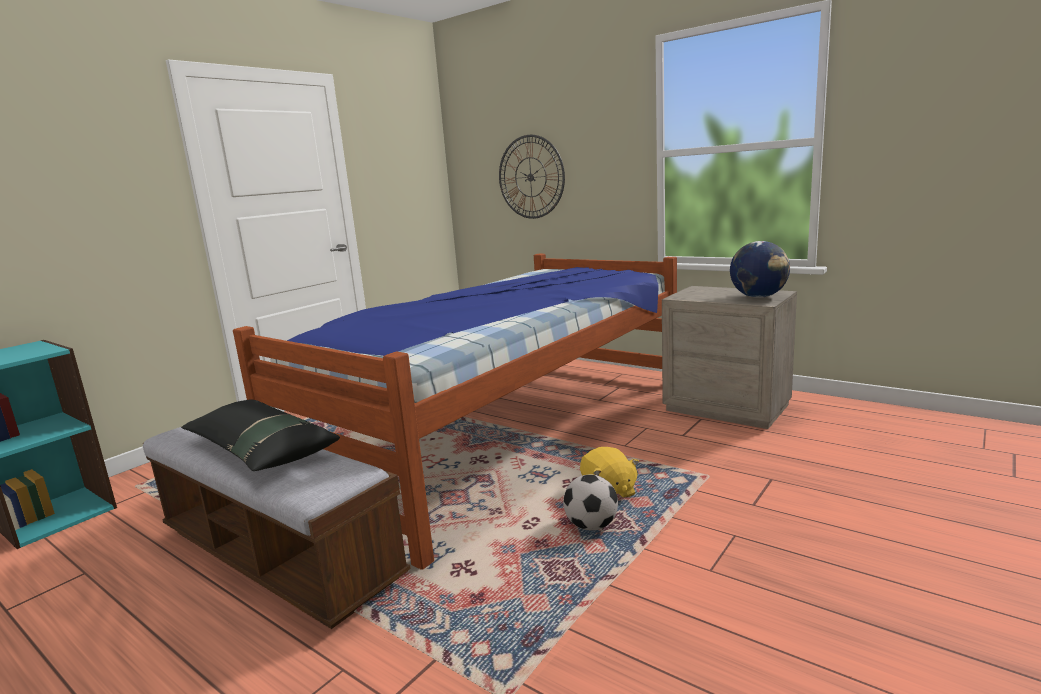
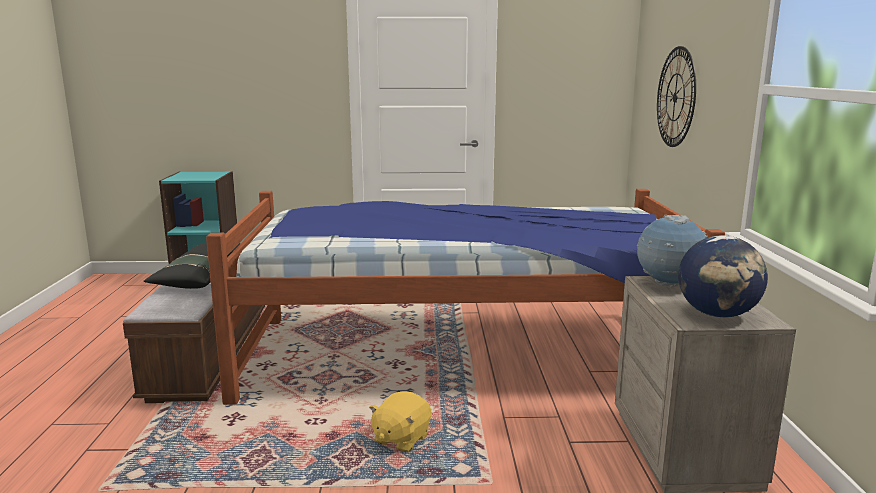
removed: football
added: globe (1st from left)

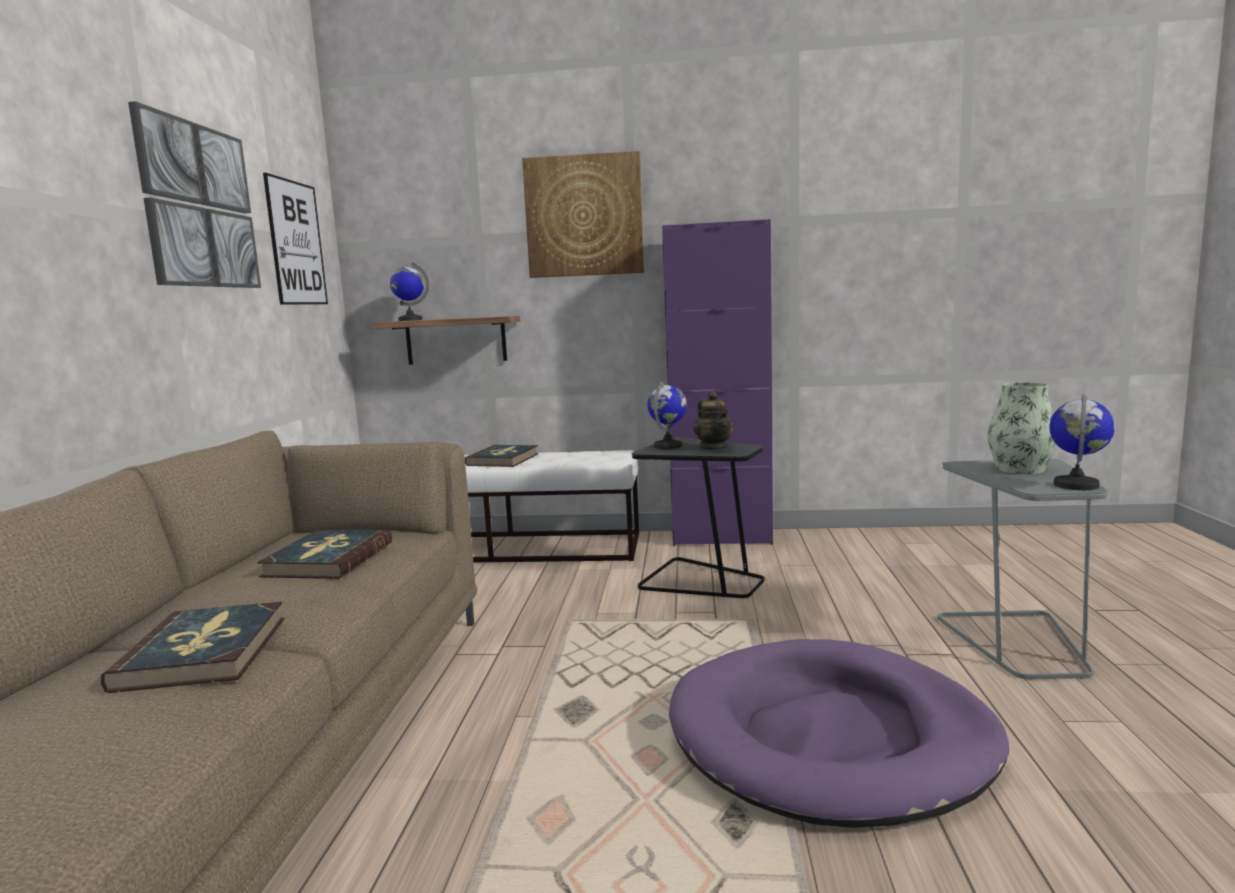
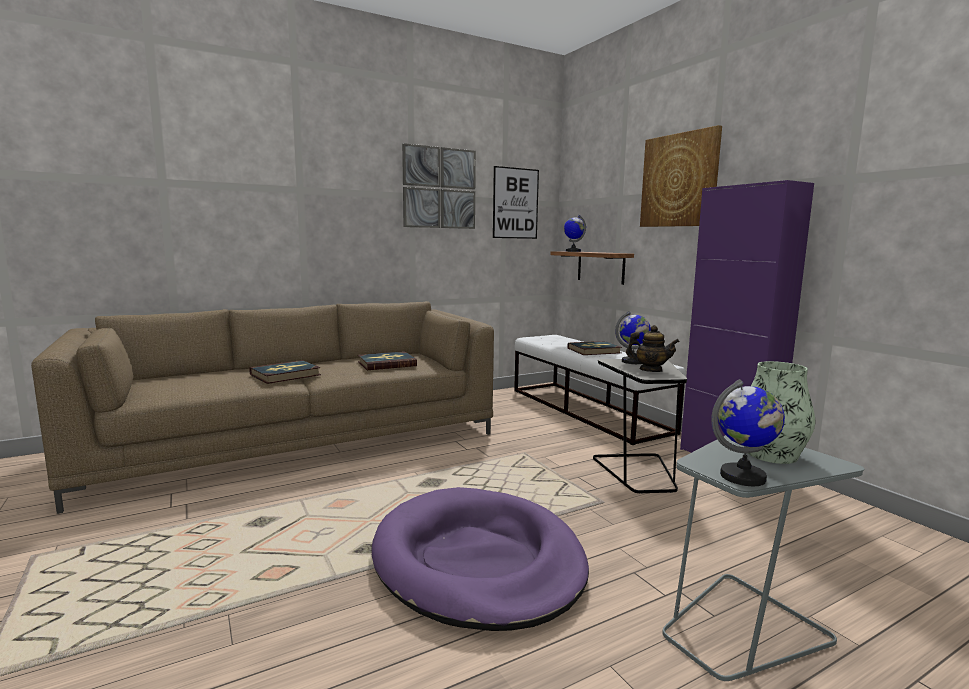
turned: teapot 105 degrees counterclockwise

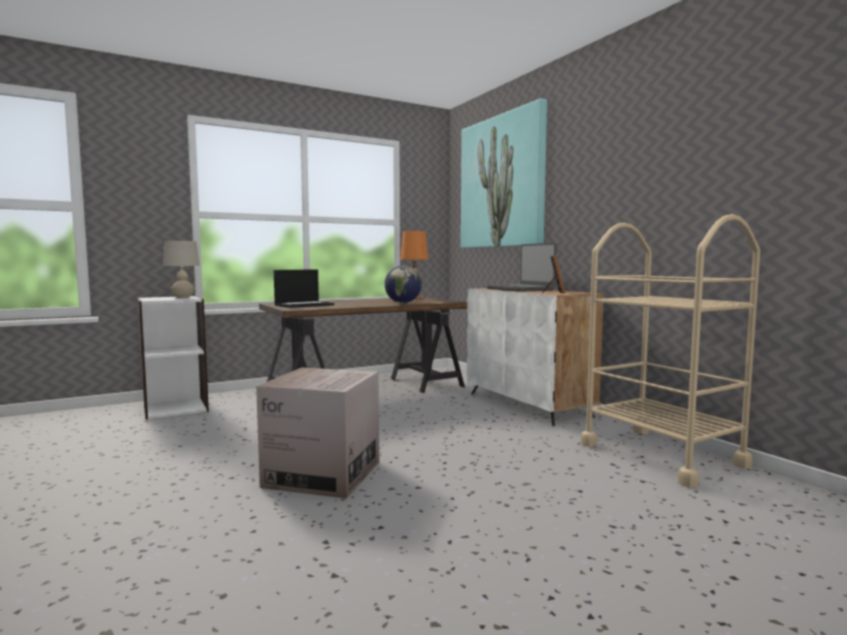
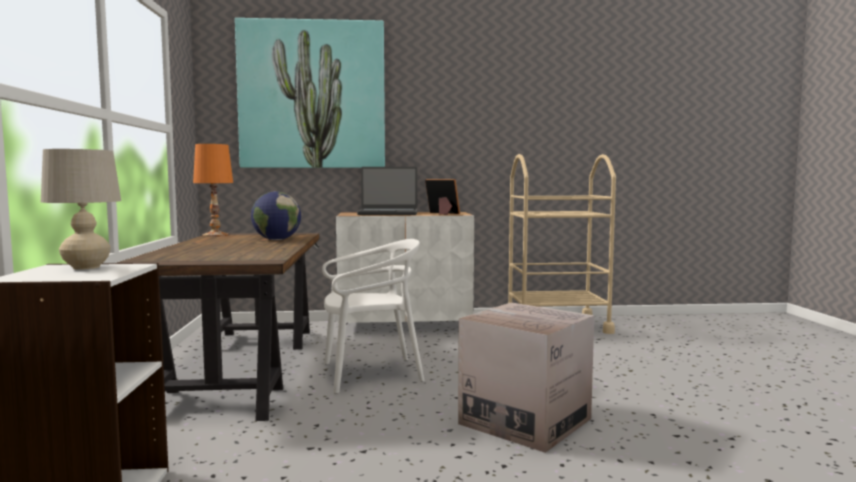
removed: laptop (1st from left)
added: chair (white)

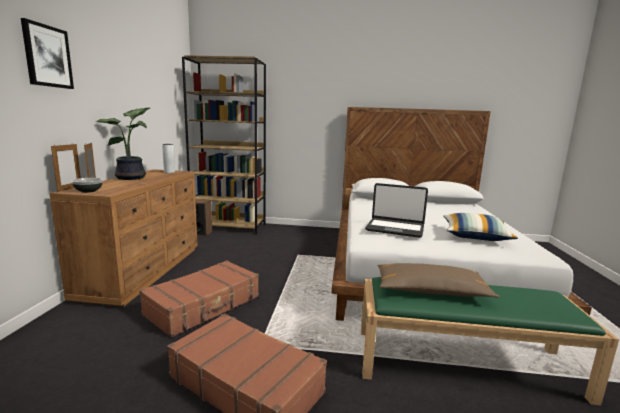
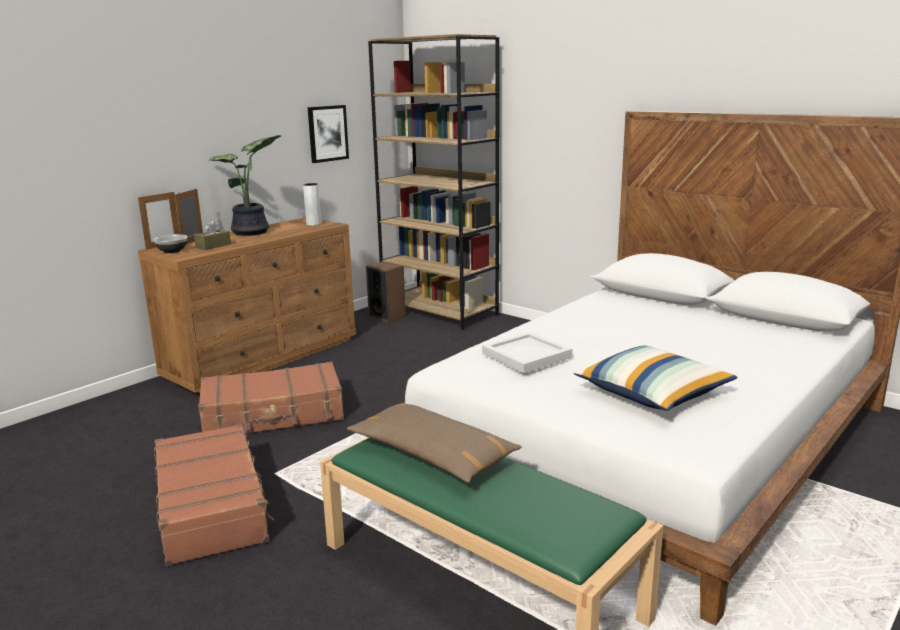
added: tissue box (brown)
moved: picture
replaced: laptop to tray (white)

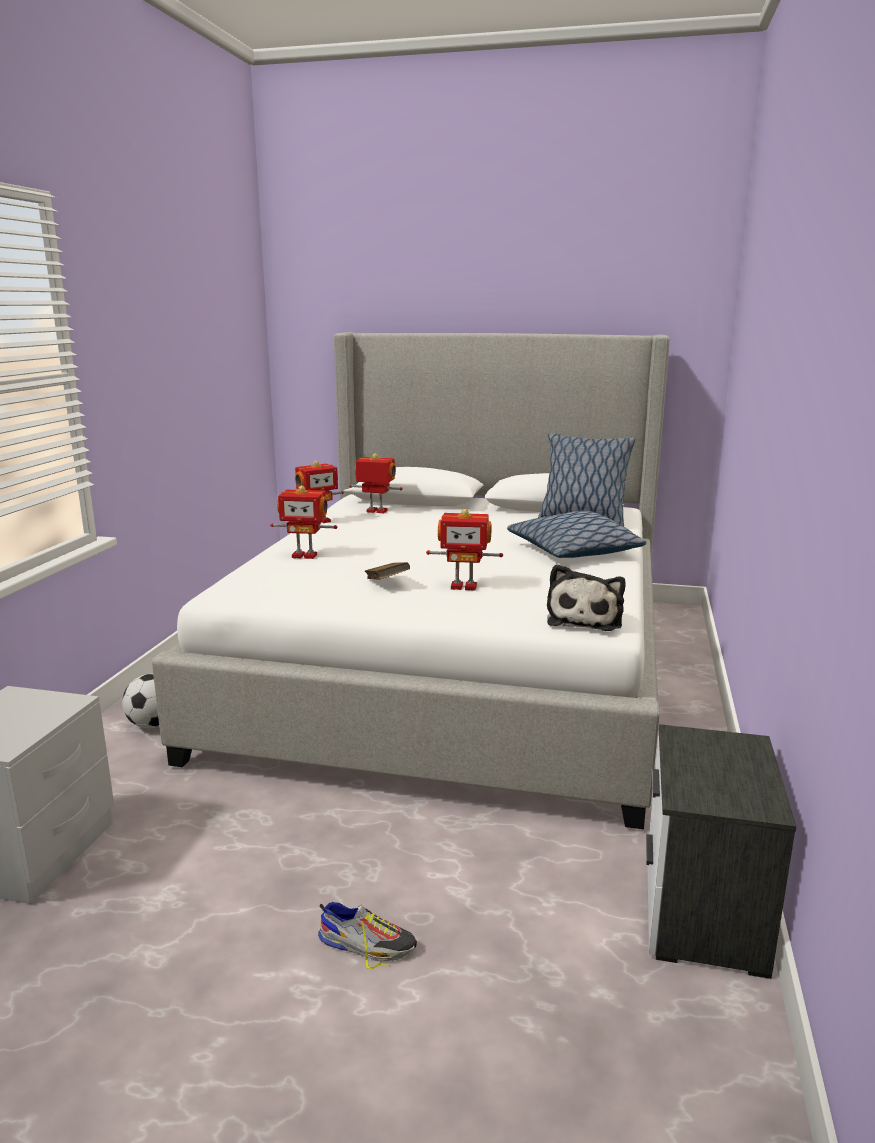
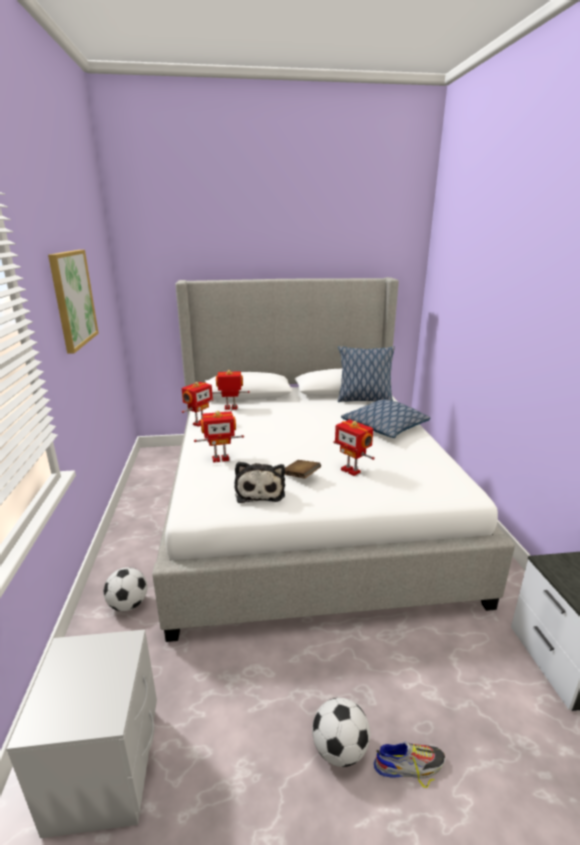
added: picture; football (2nd from left)
moved: plush toy
turned: toy robot (4th from left) 60 degrees clockwise

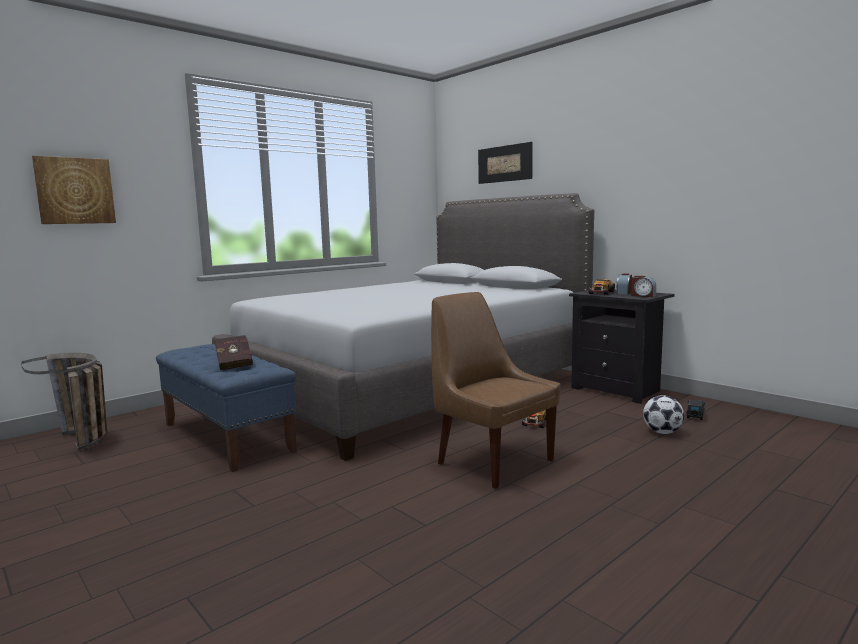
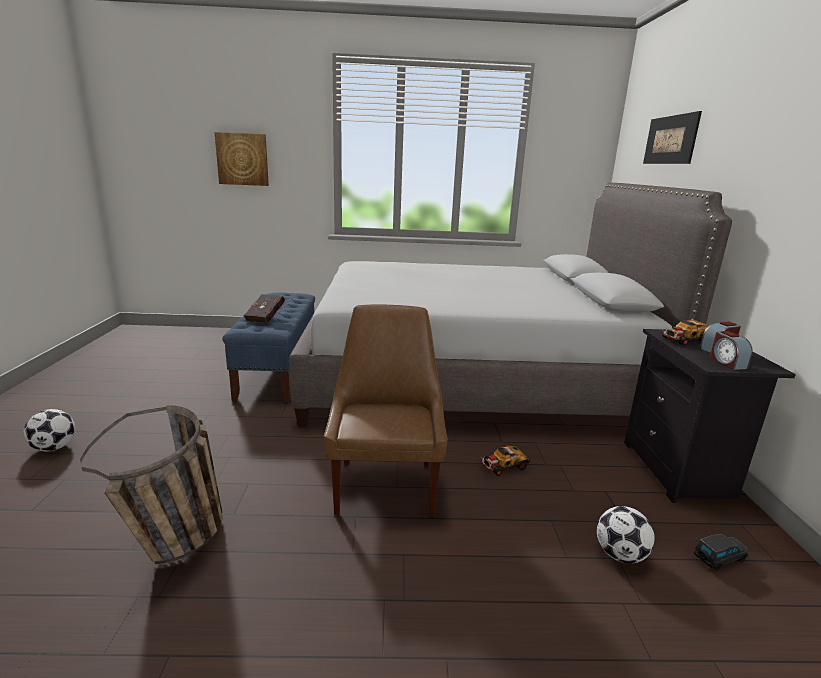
added: football (1st from left)
moved: basket

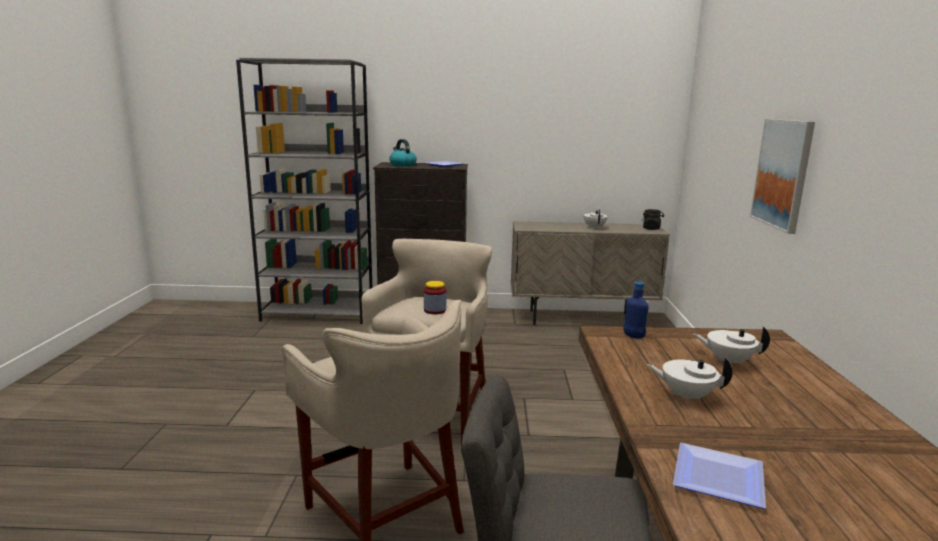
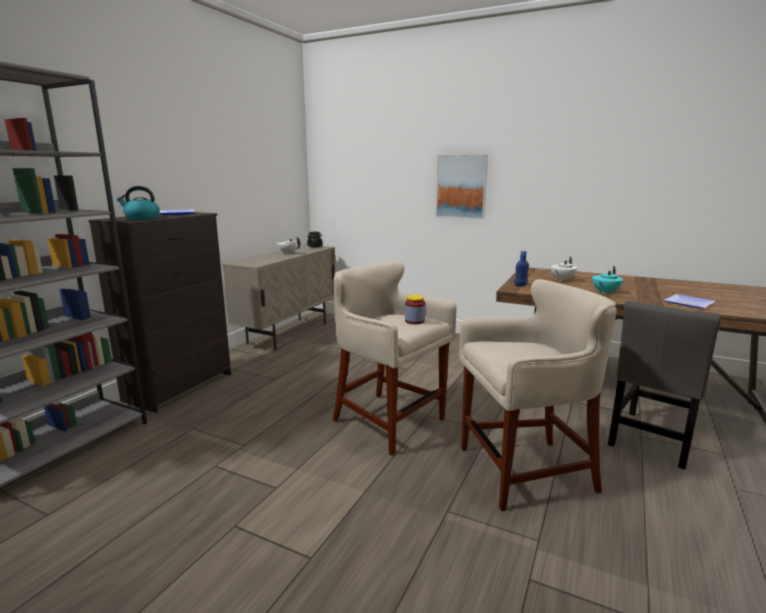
recoloured: teapot (white) (2nd from left) to teapot (turquoise)

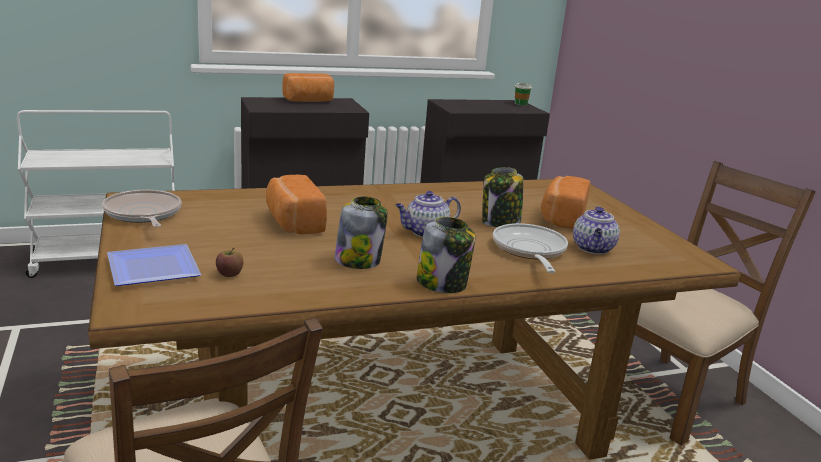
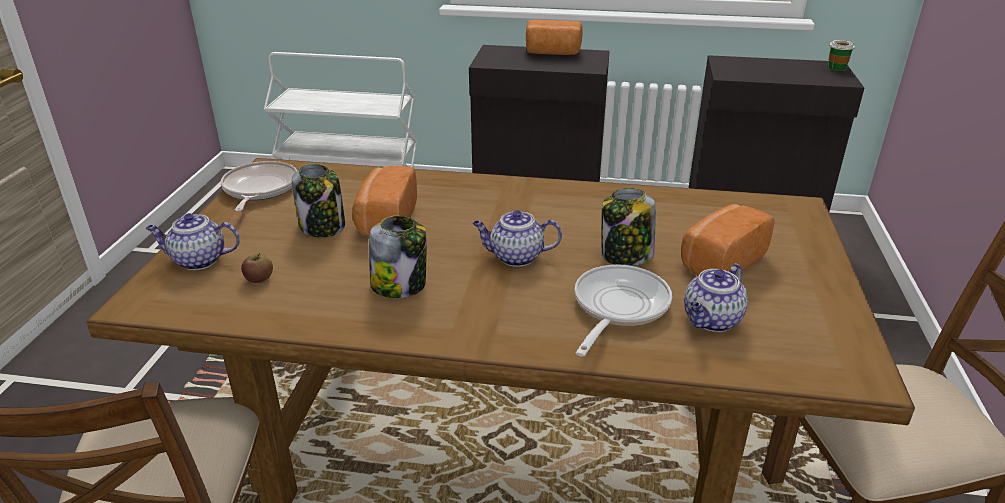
moved: jar (2nd from left in the first image) to jar (1st from left)
replaced: plate to teapot (1st from left)

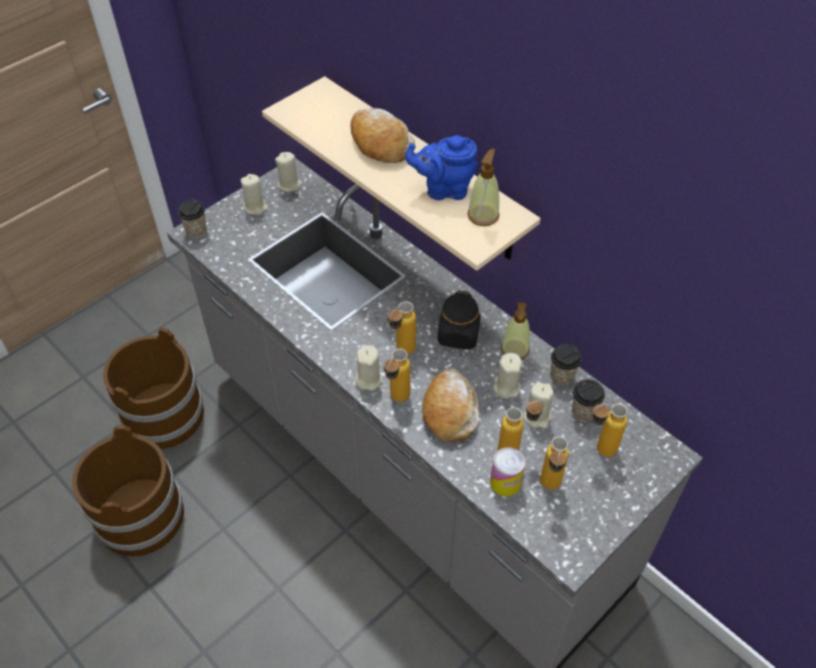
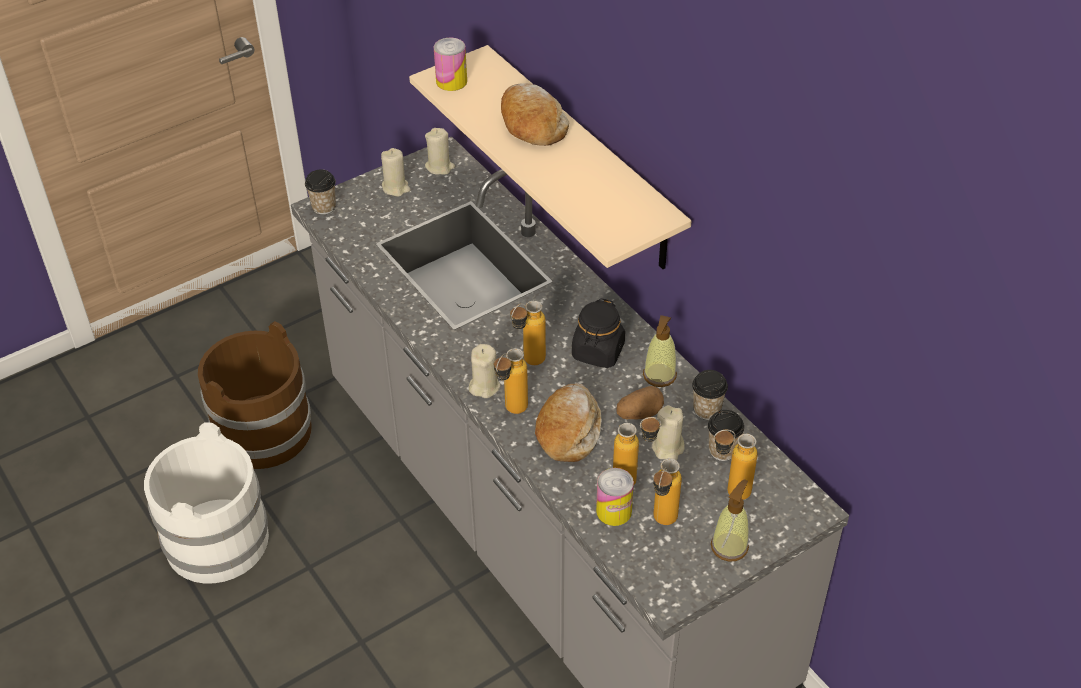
removed: teapot (blue)
added: can (1st from left)
moved: soap dispenser (1st from left in the first image) to soap dispenser (2nd from left)
replaced: candle (beige) (4th from left) to potato
recoloured: bucket (brown) (1st from left) to bucket (white)

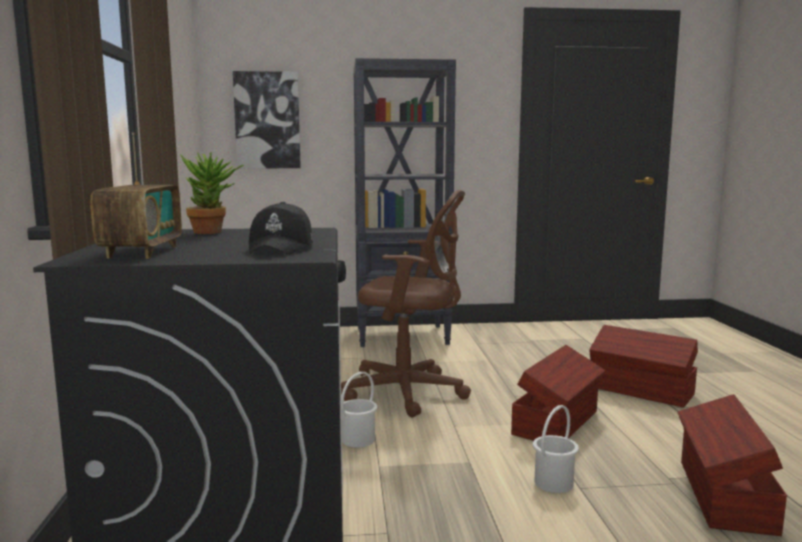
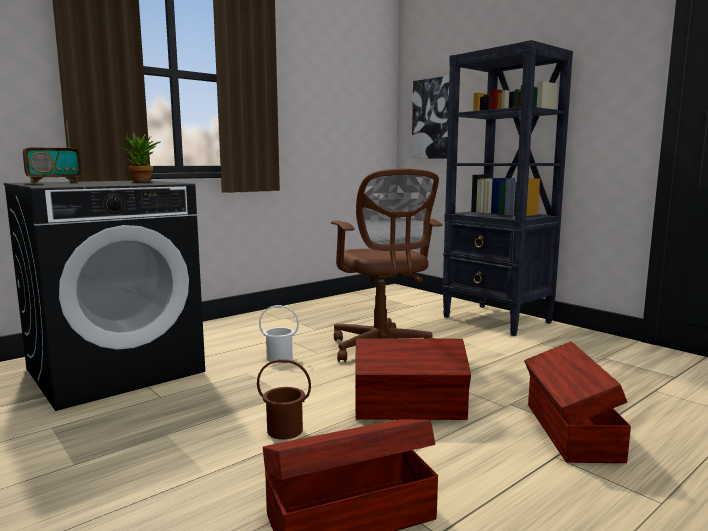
removed: cap (black)
recoloured: bucket (white) (2nd from left) to bucket (brown)

